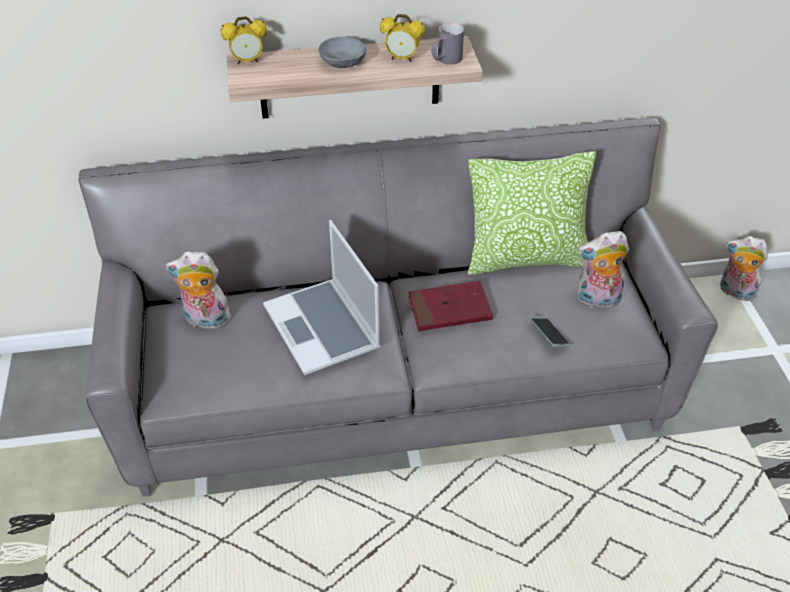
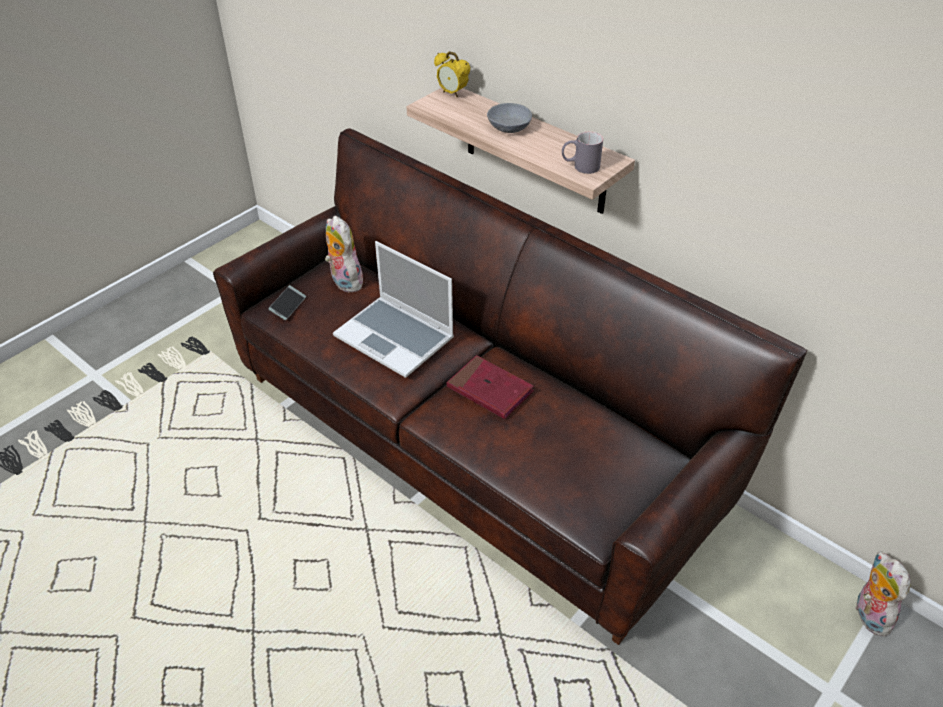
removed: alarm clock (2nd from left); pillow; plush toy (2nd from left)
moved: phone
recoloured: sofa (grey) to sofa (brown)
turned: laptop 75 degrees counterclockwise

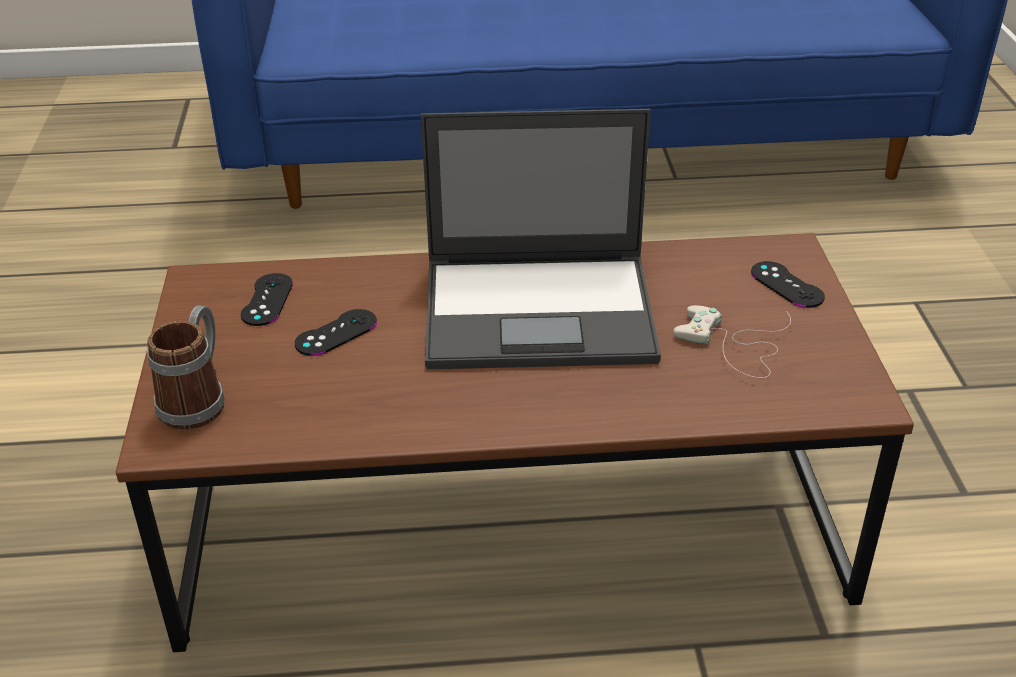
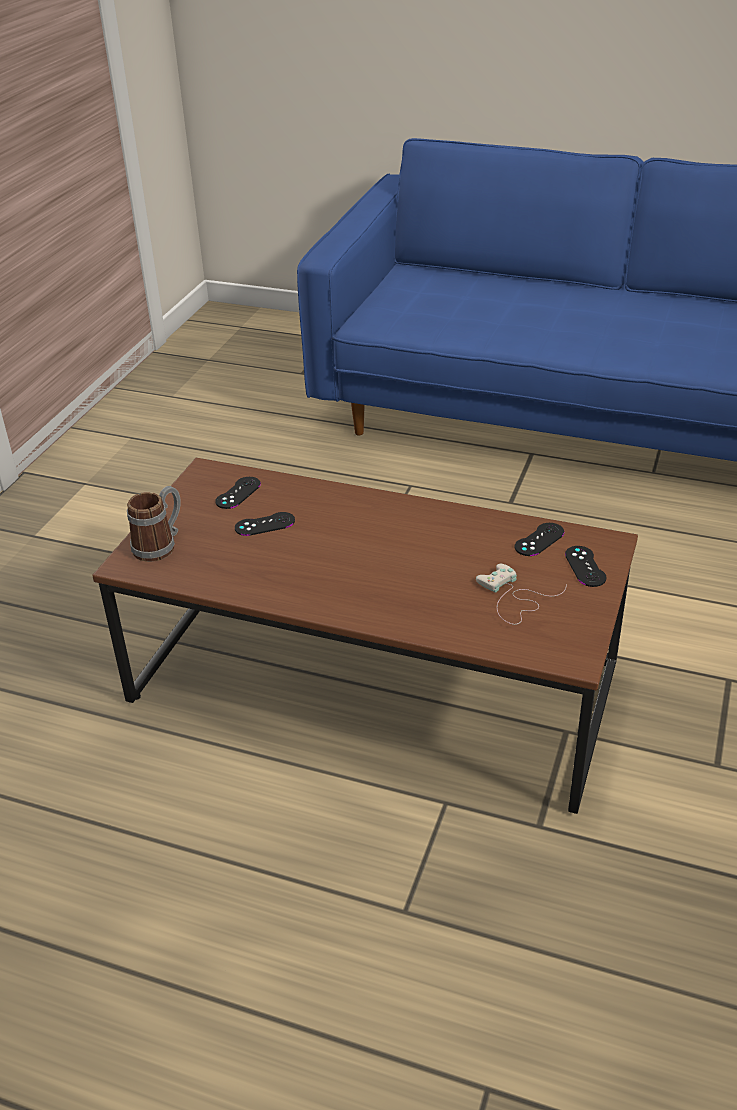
removed: laptop
added: game controller (black) (3rd from left)

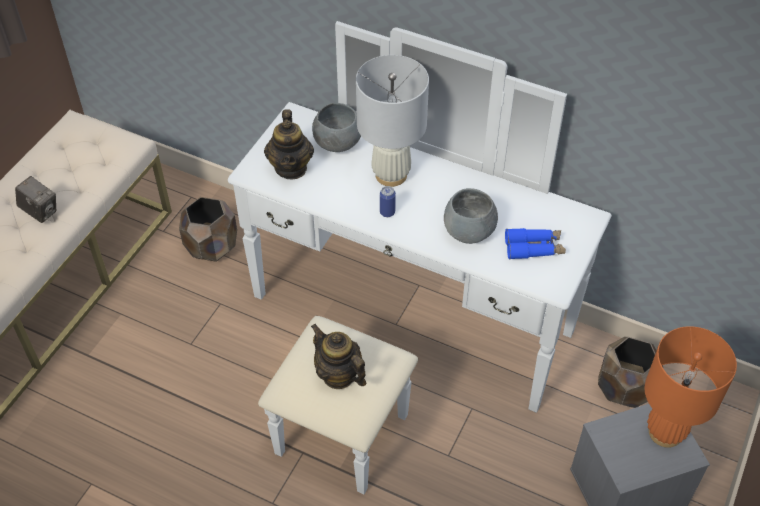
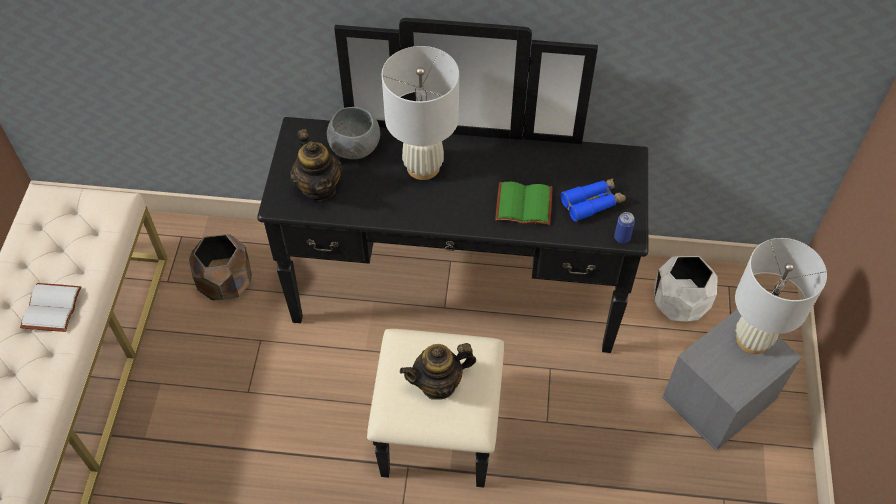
moved: can
replaced: photo camera to book (white); bowl (grey) (2nd from left) to book (green)
recoloured: dresser (white) to dresser (black); table lamp (orange) to table lamp (white) (2nd from left); planter (brown) (2nd from left) to planter (white)
turned: teapot (2nd from left) 45 degrees counterclockwise

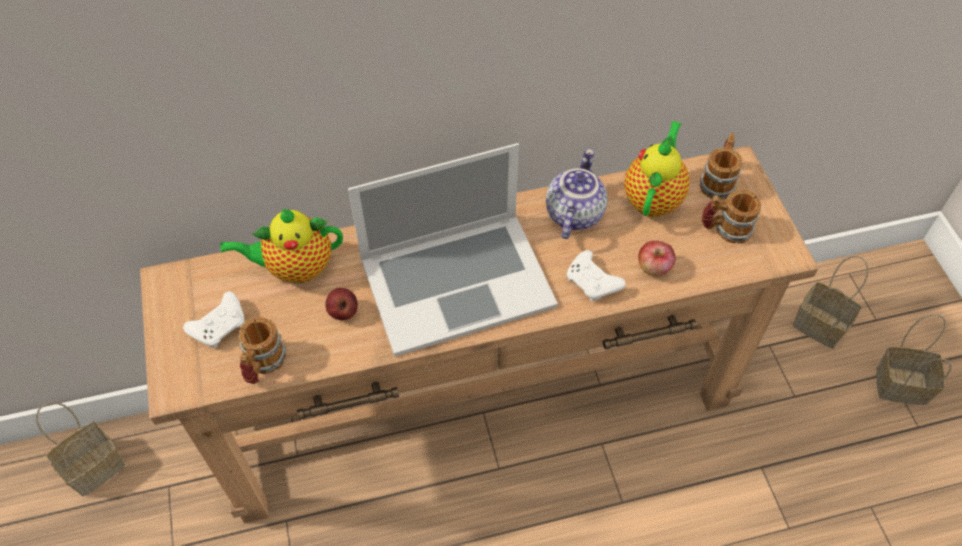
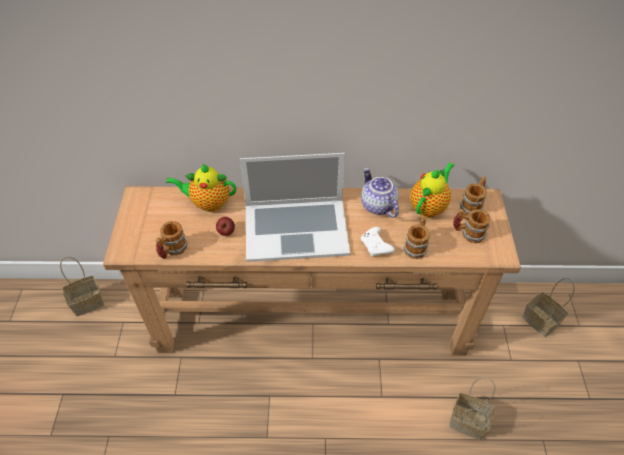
removed: game controller (white) (1st from left)
moved: basket (3rd from left in the first image) to basket (2nd from left)
replaced: apple (2nd from left) to mug (2nd from left)
turned: teapot (2nd from left) 60 degrees counterclockwise

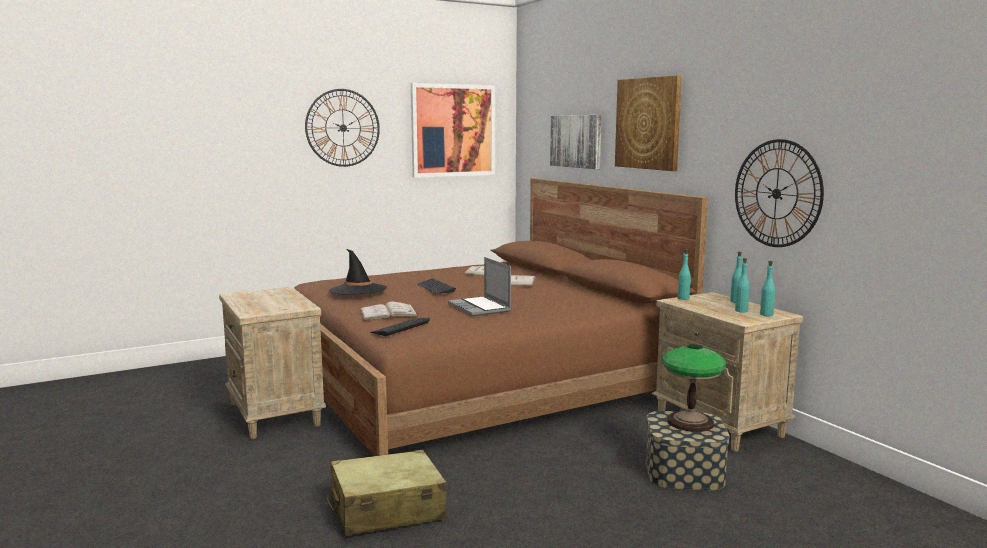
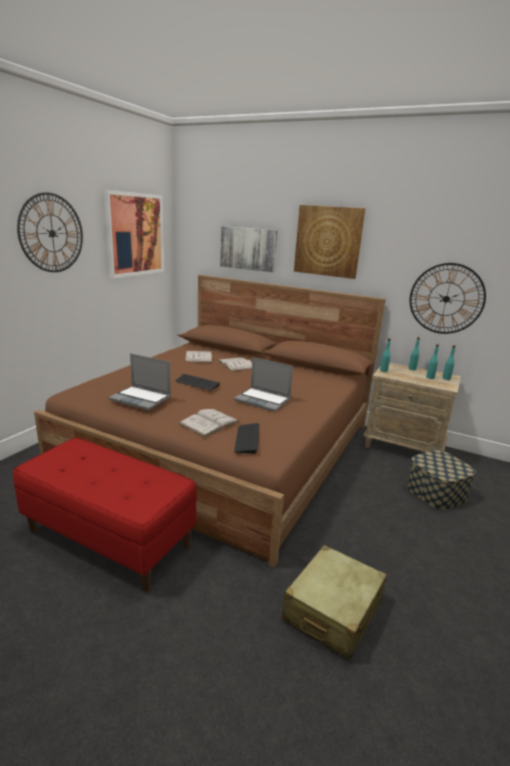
removed: table lamp
replaced: hat (black) to laptop (1st from left); nightstand (beige) (1st from left) to bench (red)

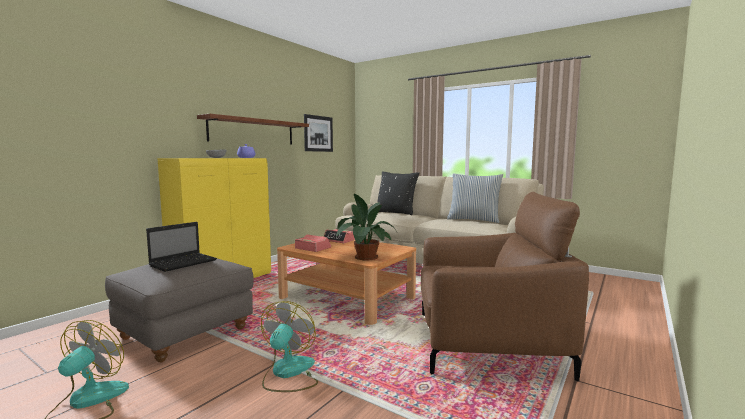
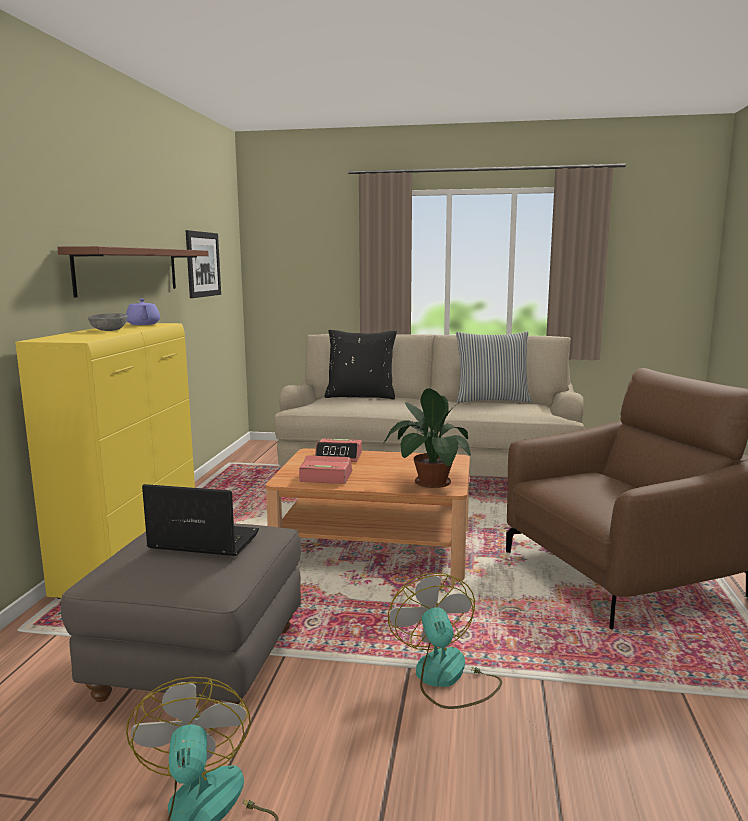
turned: laptop 90 degrees counterclockwise

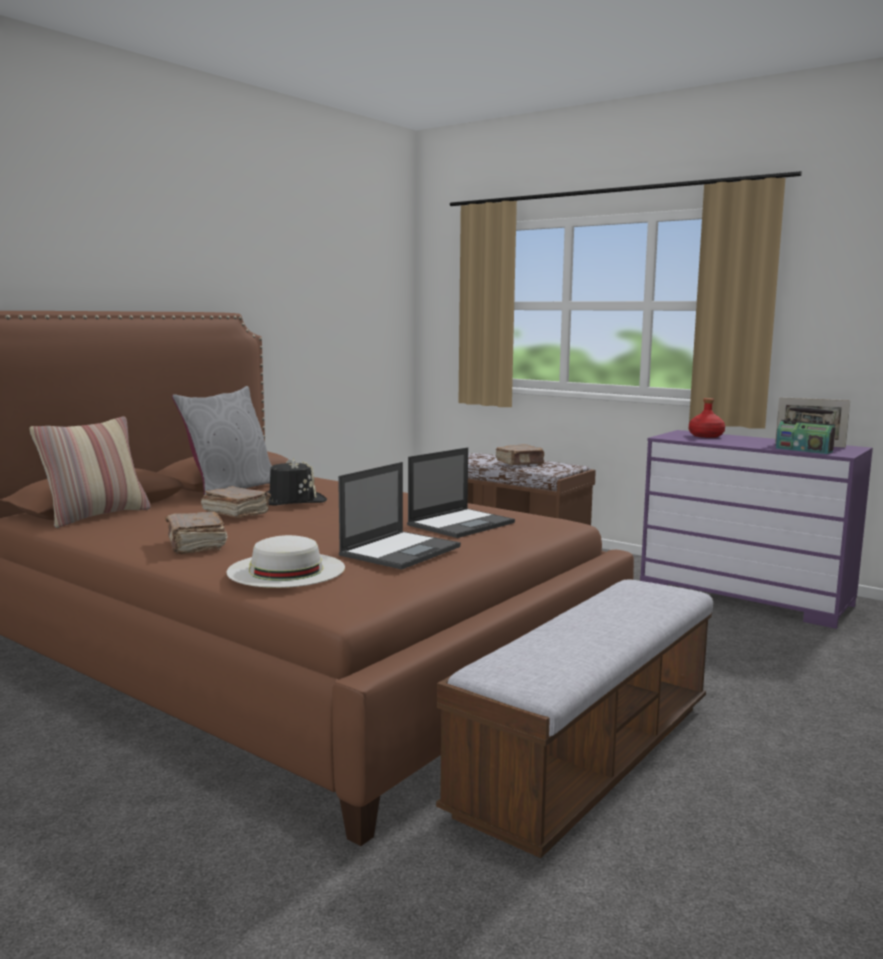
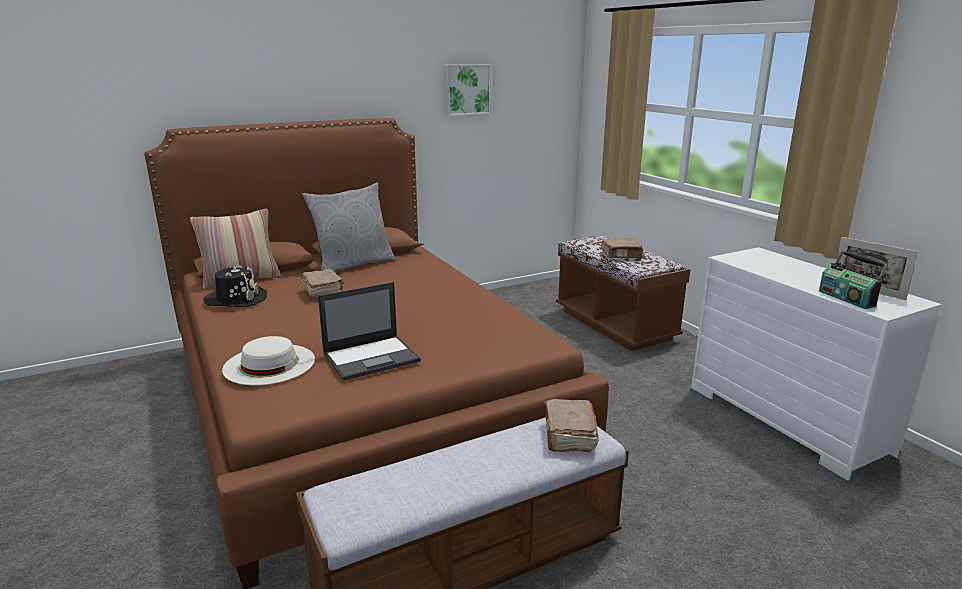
removed: bottle (red); laptop (2nd from left)
added: picture
moved: hat (black); book (brown) (1st from left in the first image) to book (brown) (2nd from left)
recoloured: dresser (purple) to dresser (white)

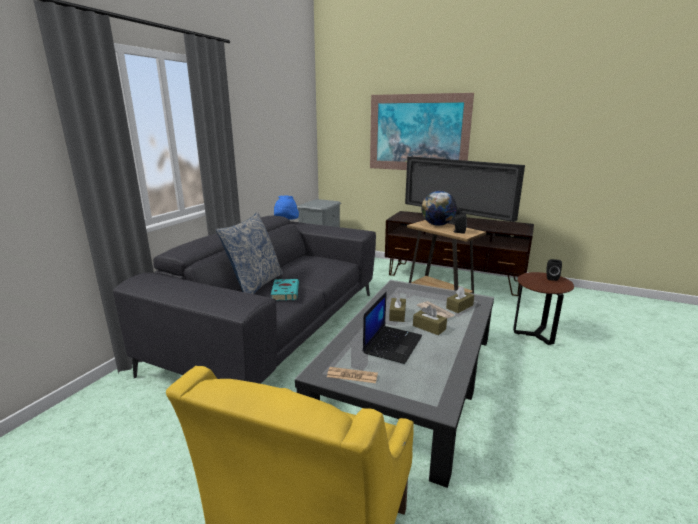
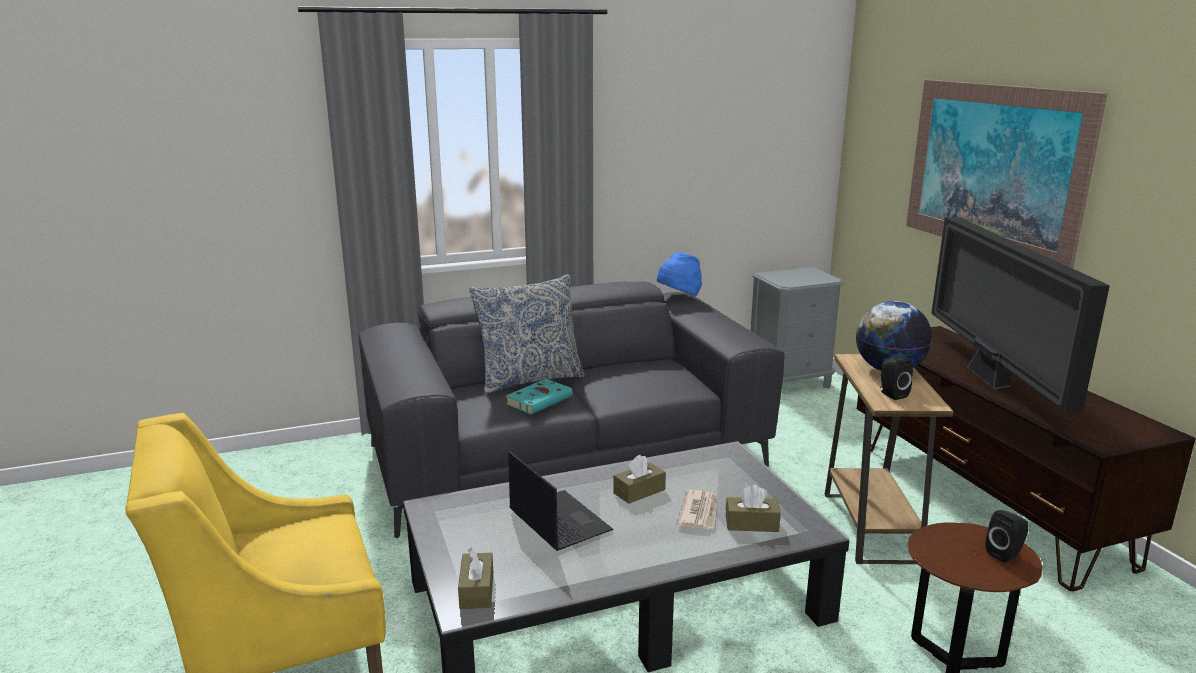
removed: newspaper (1st from left)
moved: tissue box (brown) (2nd from left in the first image) to tissue box (brown) (1st from left)
turned: laptop 105 degrees counterclockwise

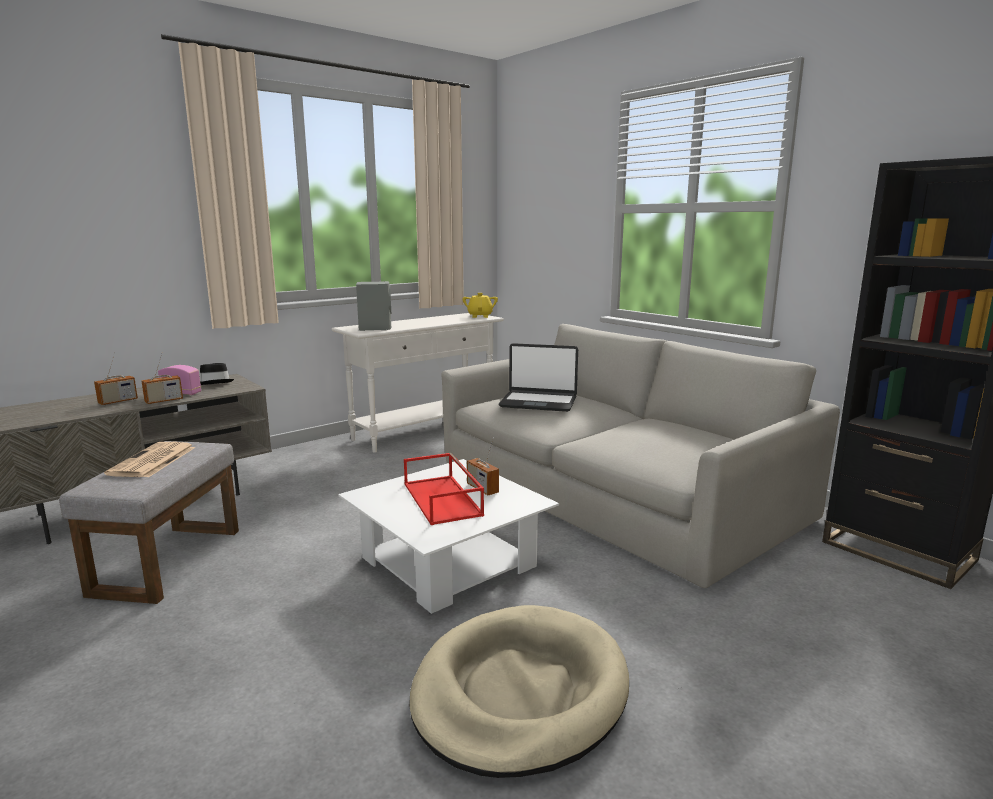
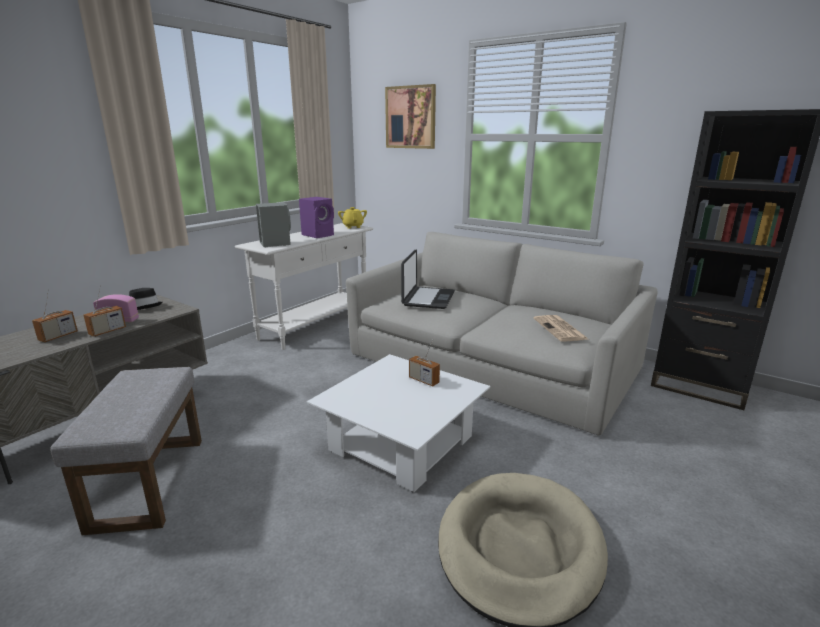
removed: tray (red)
added: picture; speaker (purple)
moved: newspaper
turned: laptop 75 degrees counterclockwise

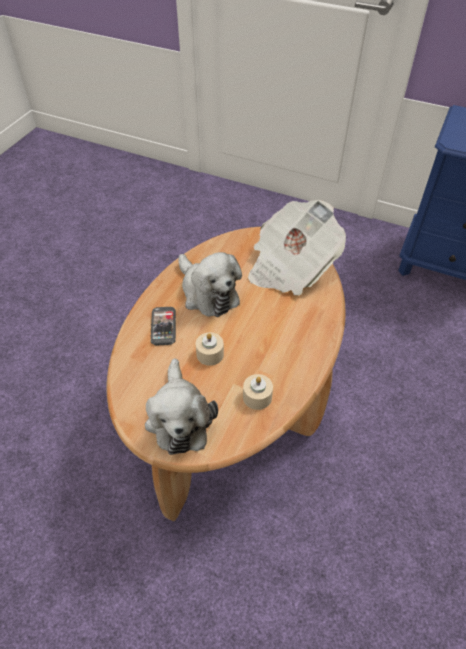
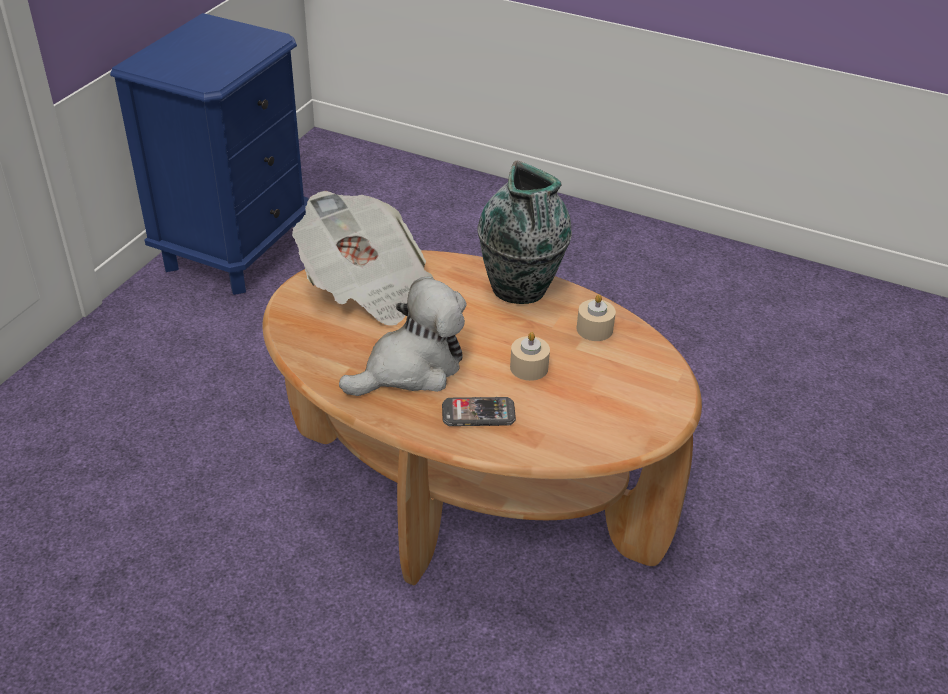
removed: plush toy (1st from left)
added: vase

